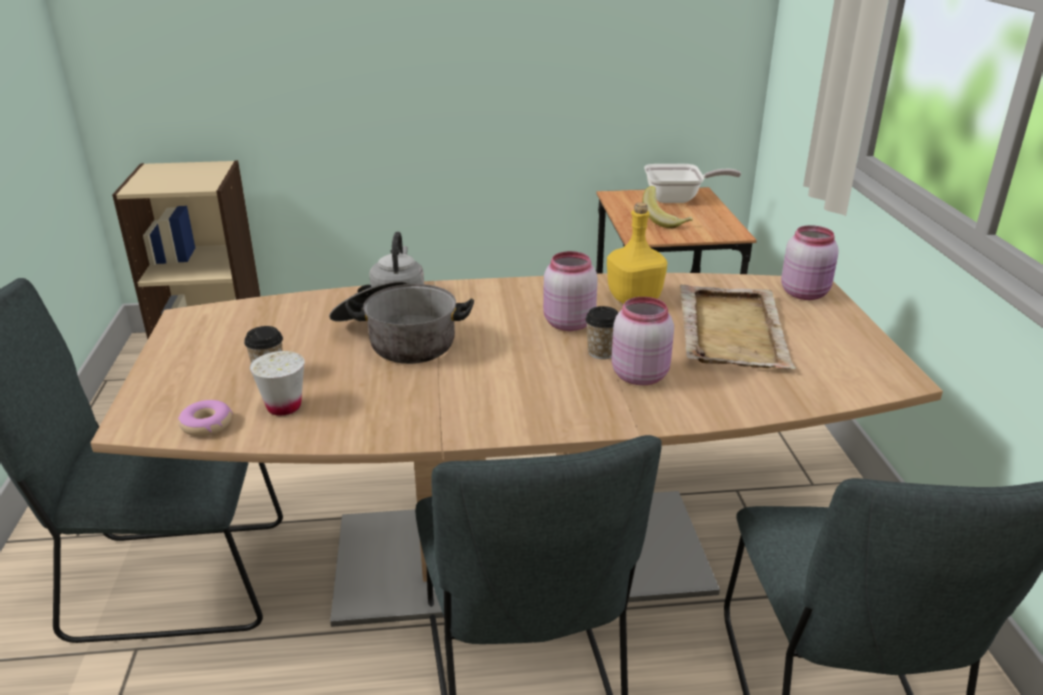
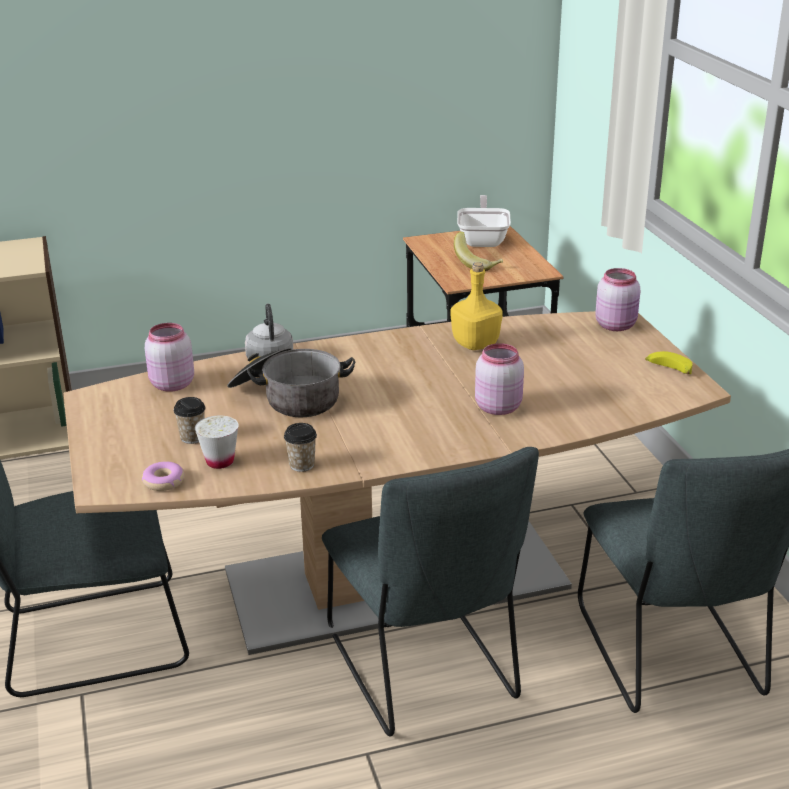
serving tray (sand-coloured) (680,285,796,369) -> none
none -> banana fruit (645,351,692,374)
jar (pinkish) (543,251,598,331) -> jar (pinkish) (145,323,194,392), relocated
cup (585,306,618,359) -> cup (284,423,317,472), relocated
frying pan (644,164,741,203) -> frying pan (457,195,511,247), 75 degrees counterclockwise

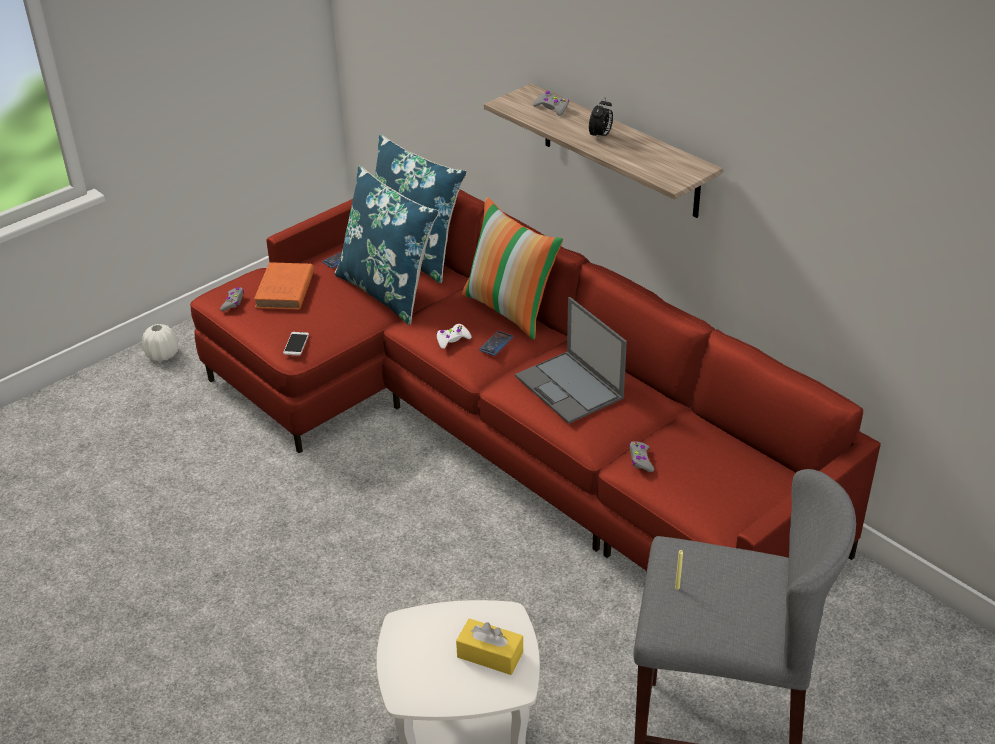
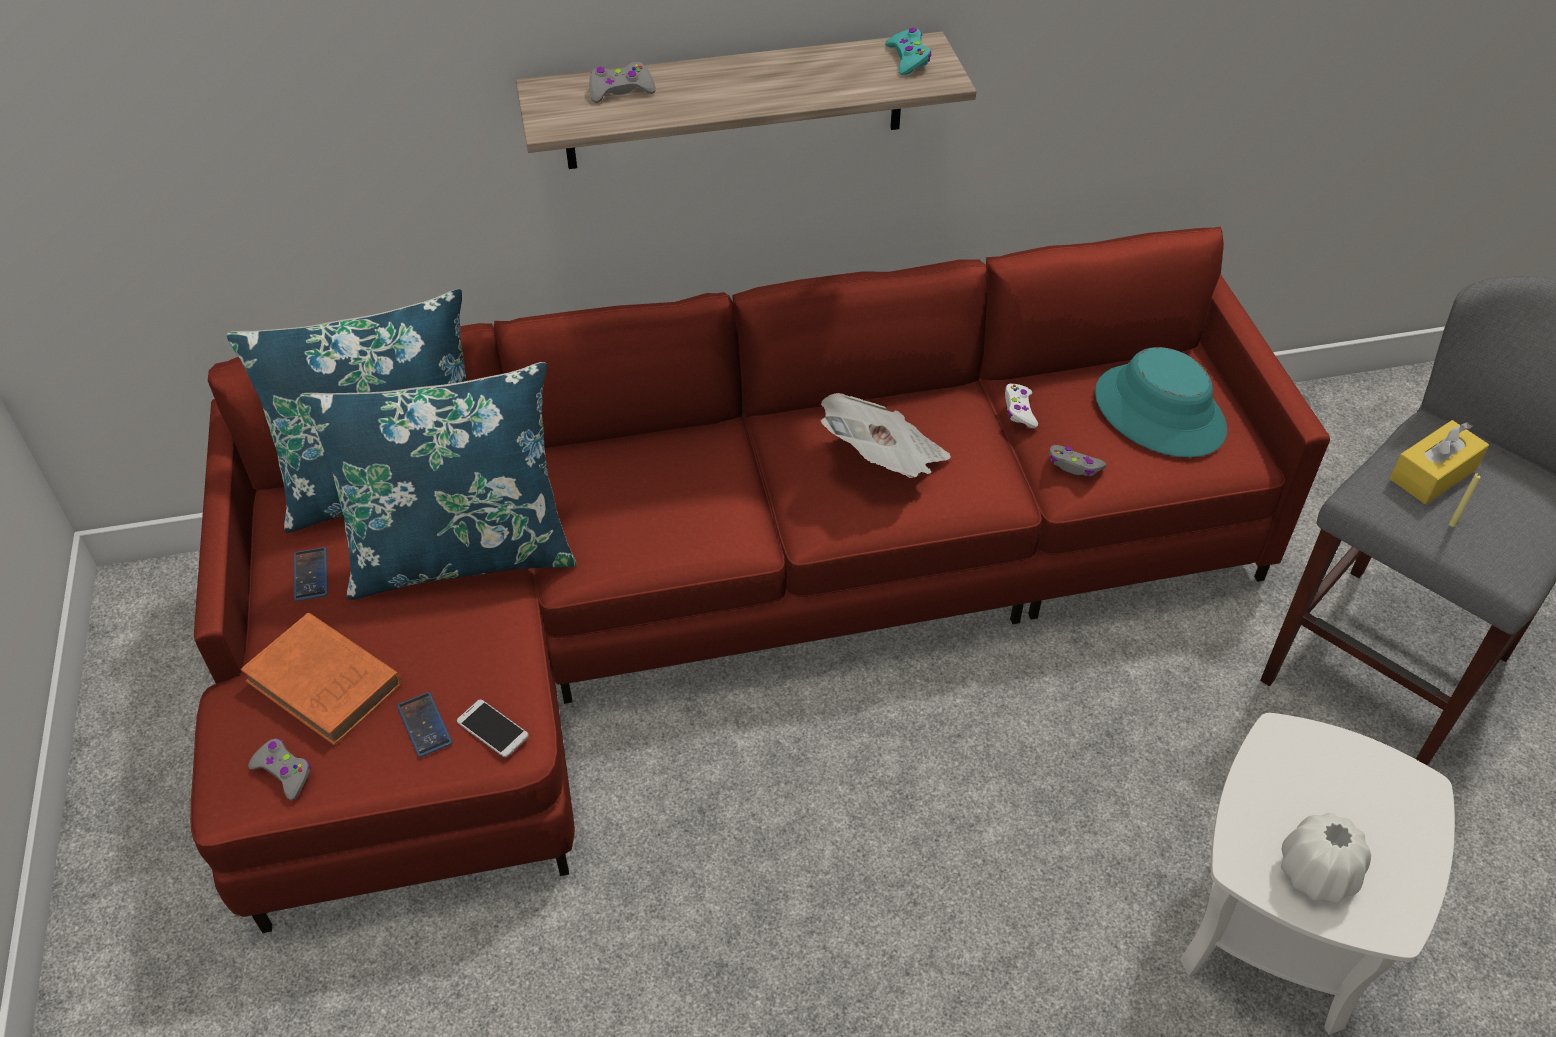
cushion (462,197,563,340) -> none
alarm clock (589,97,613,140) -> none
none -> joypad (turquoise-coloured) (885,28,931,75)
none -> clothing hat (turquoise-coloured) (1095,347,1227,458)
flower vase (white) (142,324,178,362) -> flower vase (white) (1281,813,1371,904), relocated
joypad (white) (436,324,472,349) -> joypad (white) (1005,384,1038,428), relocated
tissue holder (yellow-coloured) (456,618,523,675) -> tissue holder (yellow-coloured) (1390,420,1489,504), relocated
telephone (479,331,513,356) -> telephone (397,692,453,757), relocated
portable computer (515,297,627,424) -> daily paper (821,393,951,478)

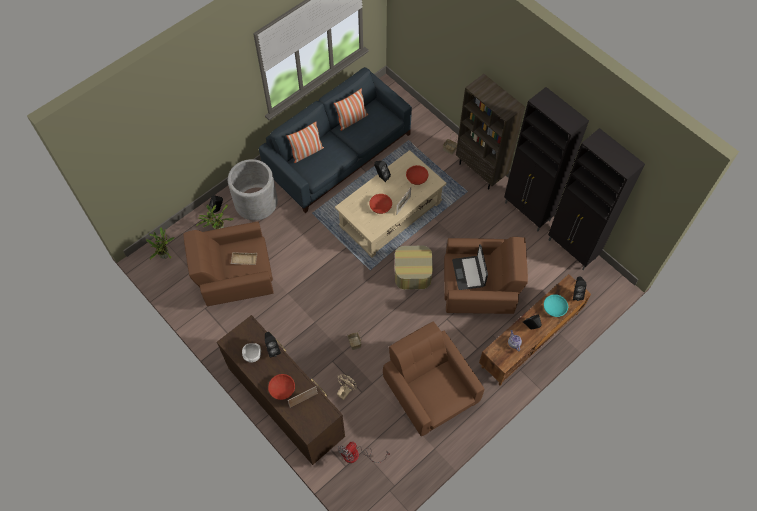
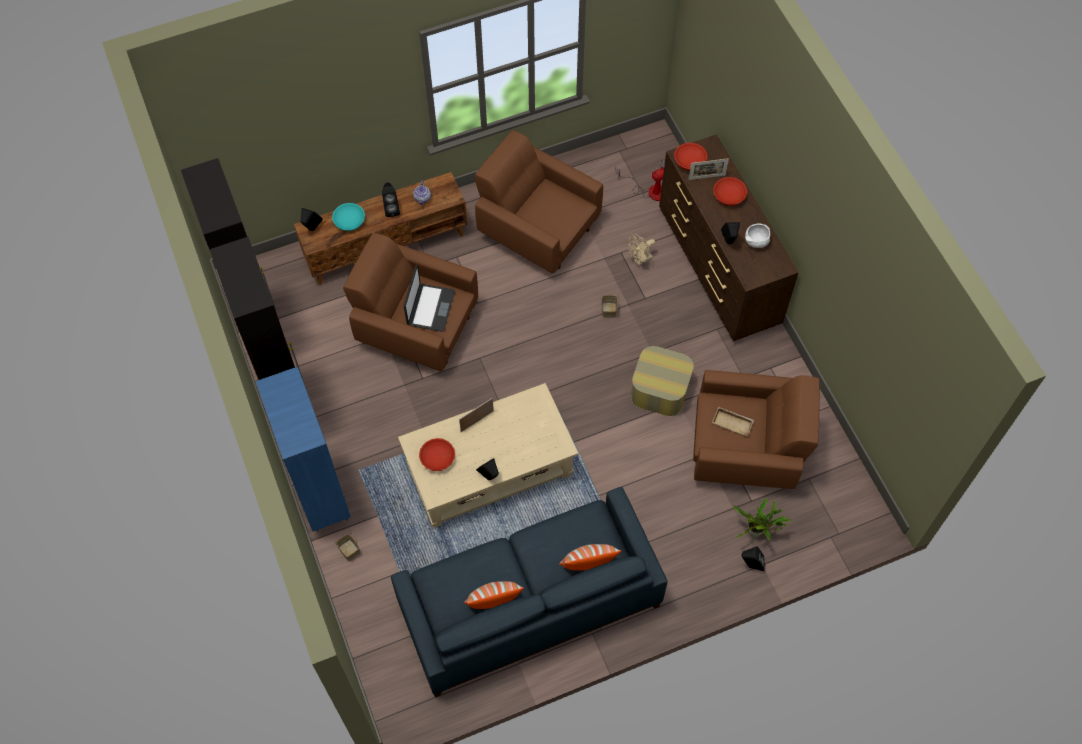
plant in a pot (146,227,174,260) -> none
flower pot (grey) (228,159,278,220) -> none
serving bowl (red) (369,194,392,214) -> serving bowl (red) (674,143,707,171), relocated
ottoman (395,246,433,290) -> ottoman (631,346,694,416), relocated
bookcase (brown-coloured) (456,74,525,190) -> bookcase (bluish) (256,367,351,531)
easy chair (brown-coloured) (383,322,484,436) -> easy chair (brown-coloured) (475,130,603,273), 135 degrees clockwise

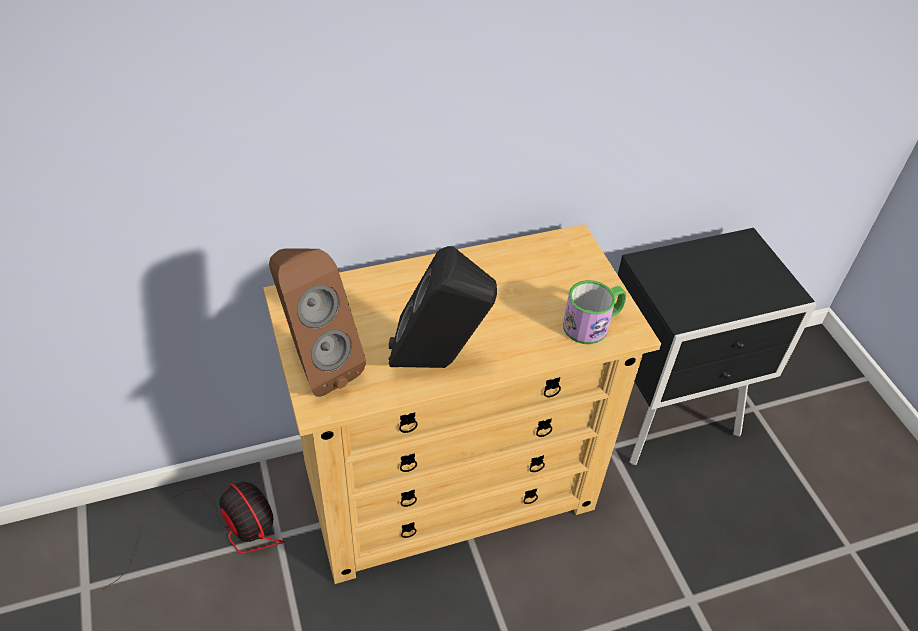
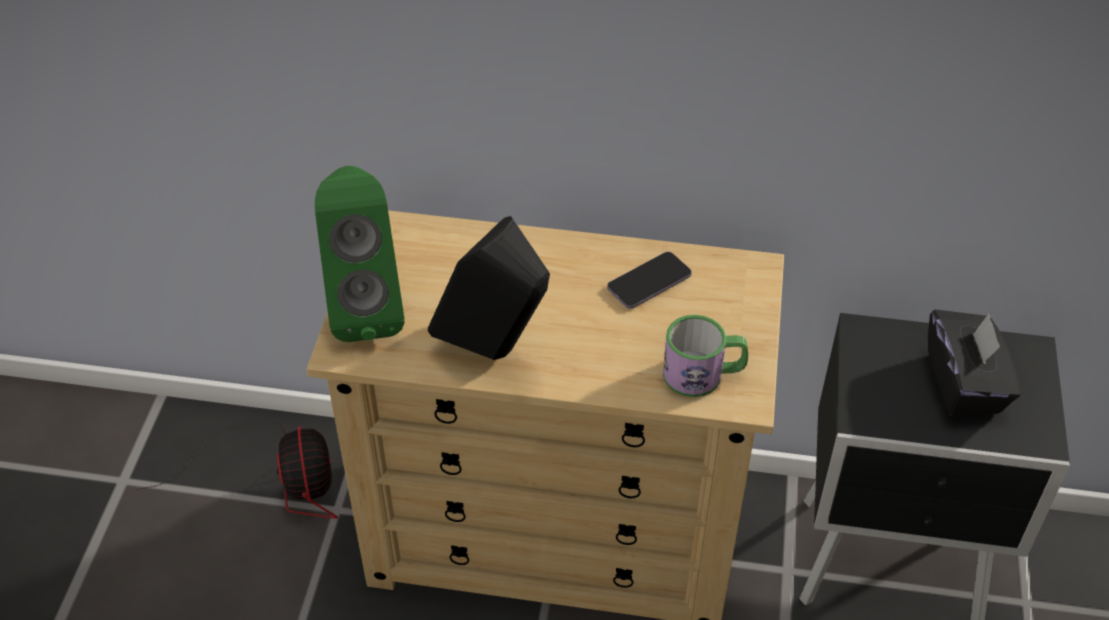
none -> telephone (607,252,692,309)
none -> tissue holder (blackish) (928,309,1020,416)
audio speaker (brown-coloured) (269,248,366,397) -> audio speaker (green) (315,166,404,342)

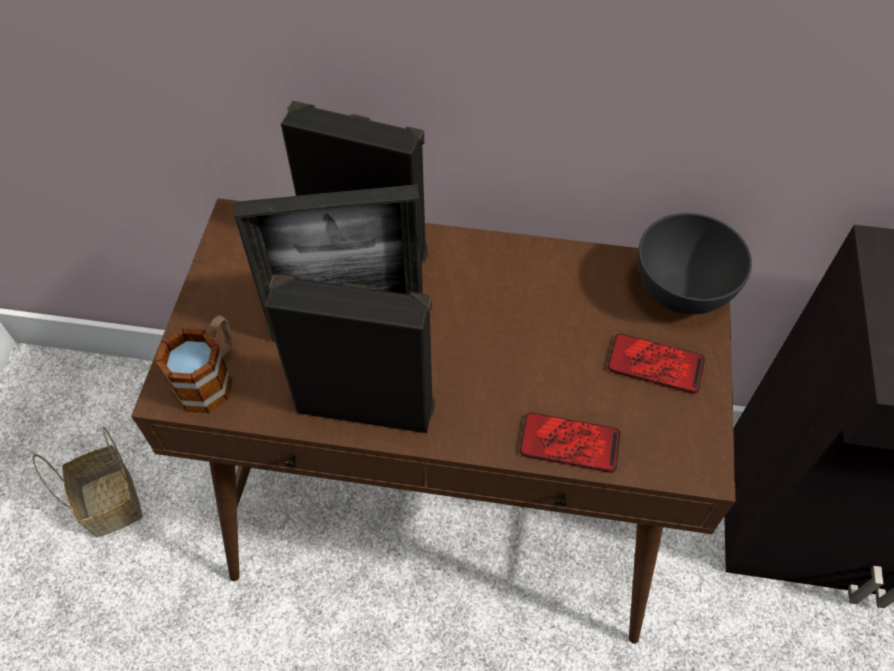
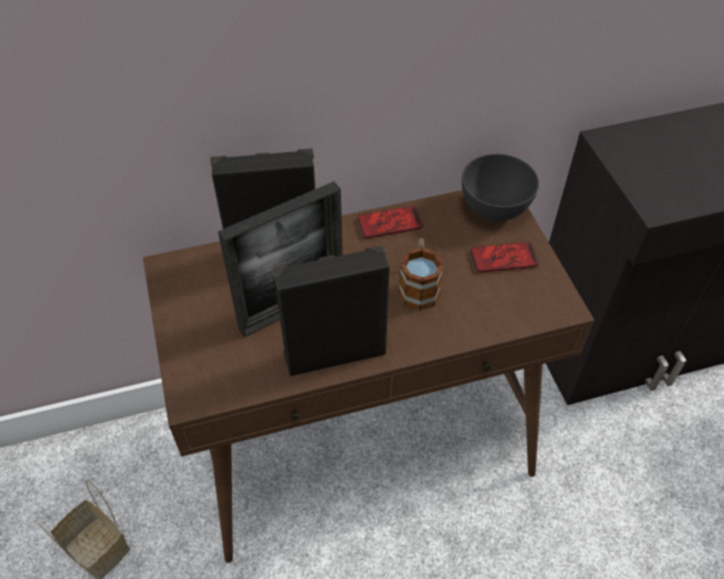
mug (155,315,233,413) -> mug (398,238,444,311), relocated
telephone (520,412,621,473) -> telephone (358,206,423,238), relocated

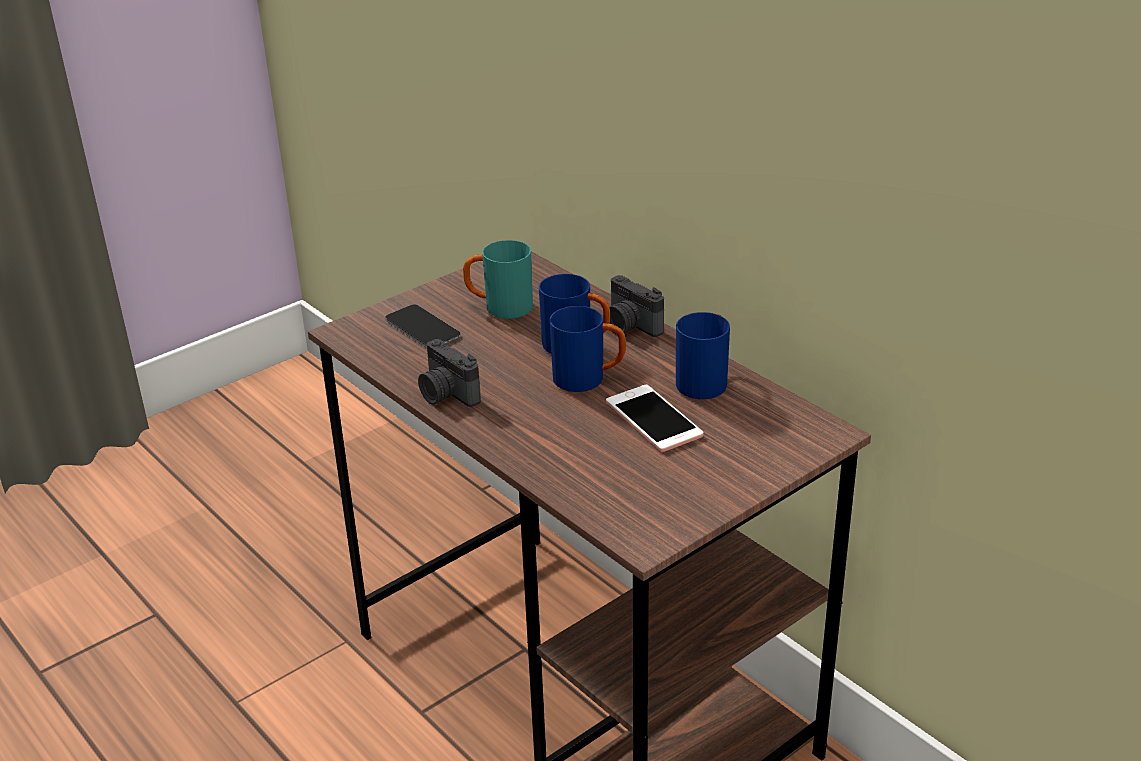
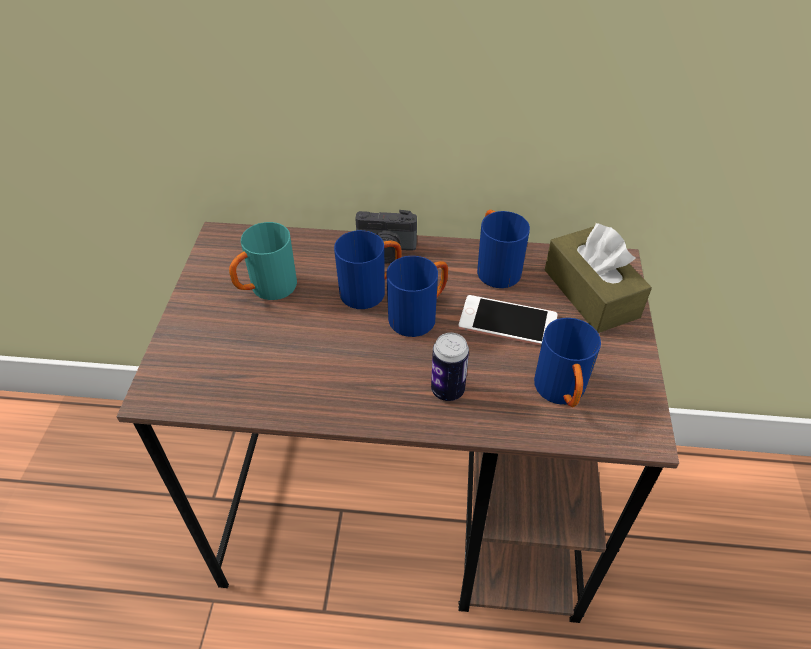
telephone (385,305,460,348) -> none
photo camera (418,339,481,407) -> none
none -> sealed can (431,333,469,401)
none -> mug (bluish) (534,318,601,407)
none -> tissue holder (brown-coloured) (545,223,652,333)

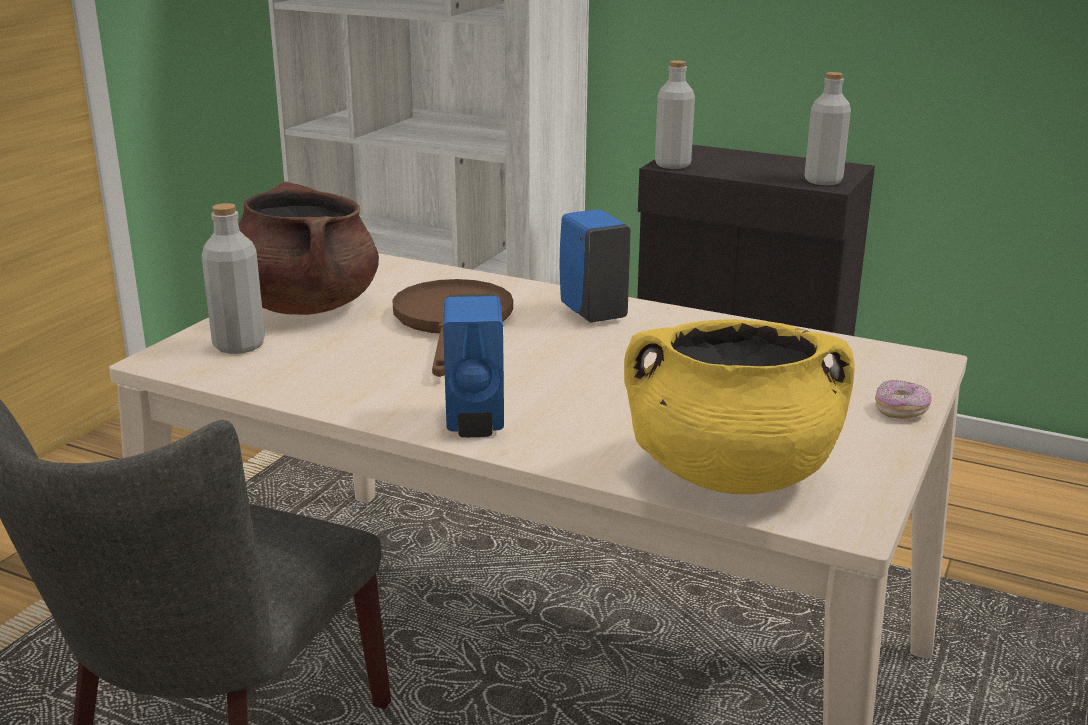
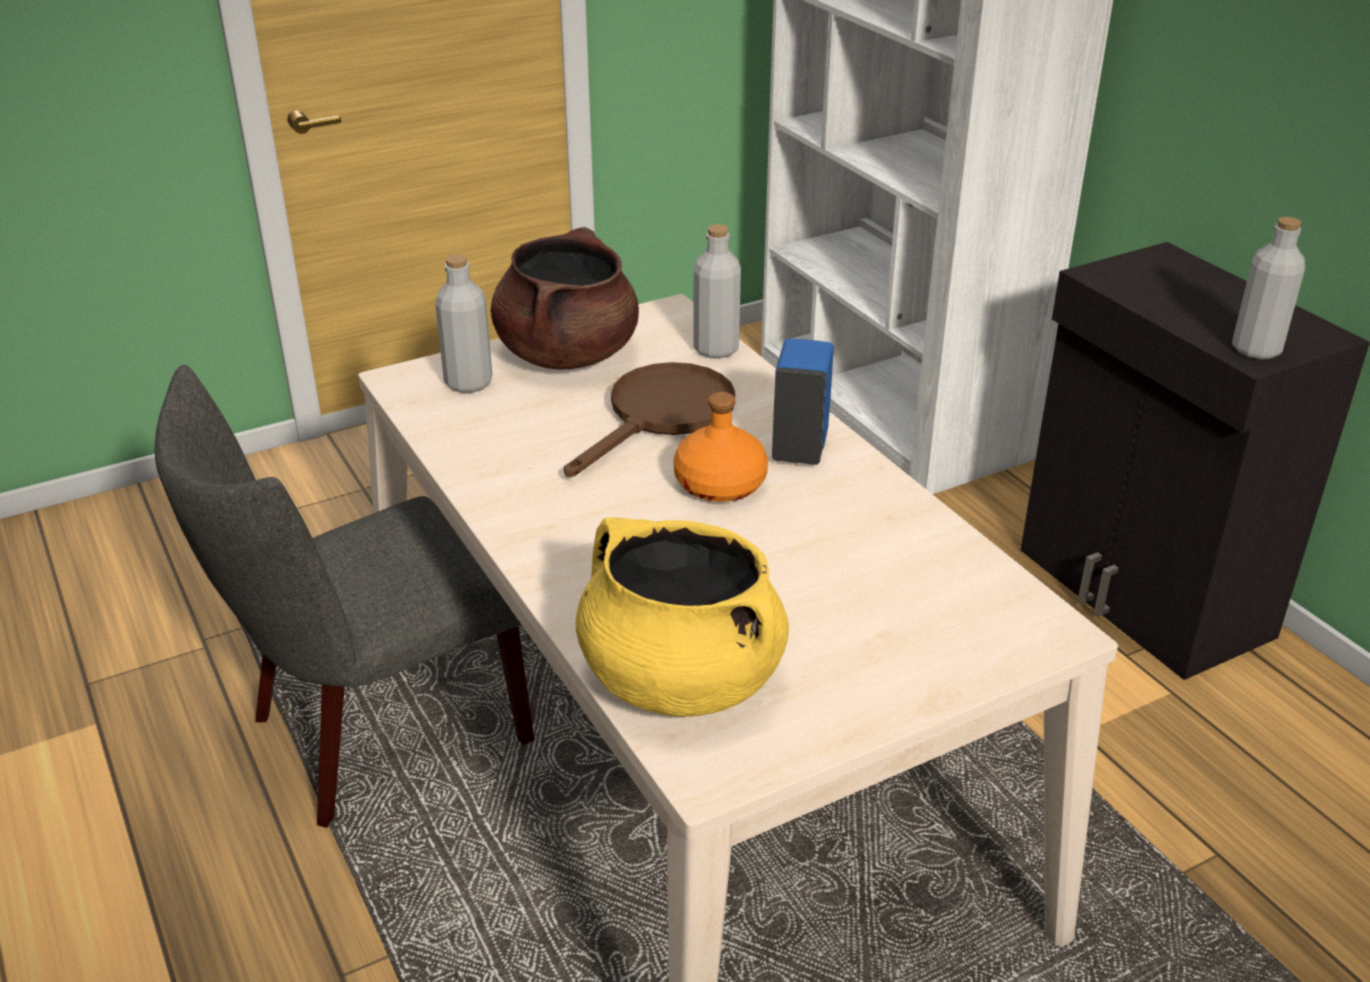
soap dispenser (bluish) (443,294,504,437) -> none
donut (875,380,931,419) -> none
none -> bottle (orange-coloured) (674,392,768,502)
bottle (grey) (655,61,695,169) -> bottle (grey) (693,224,741,358), relocated

